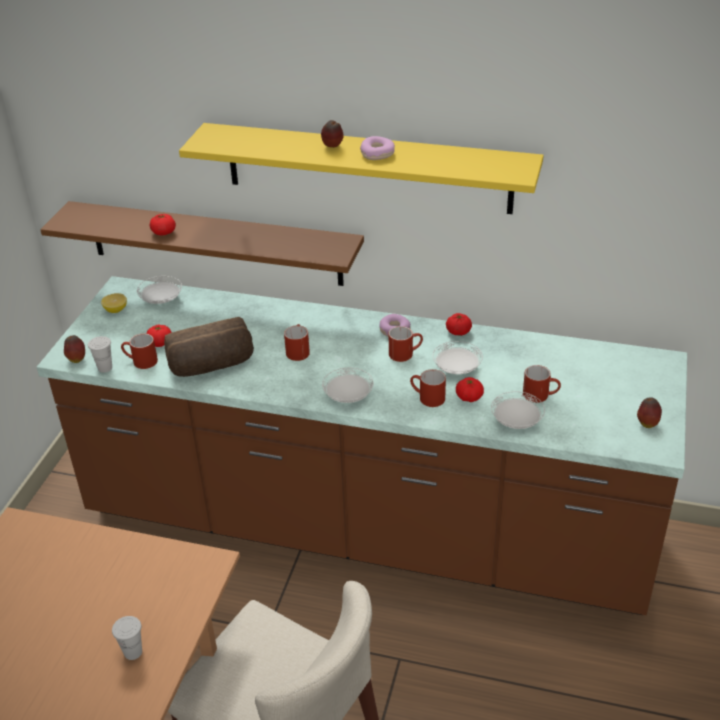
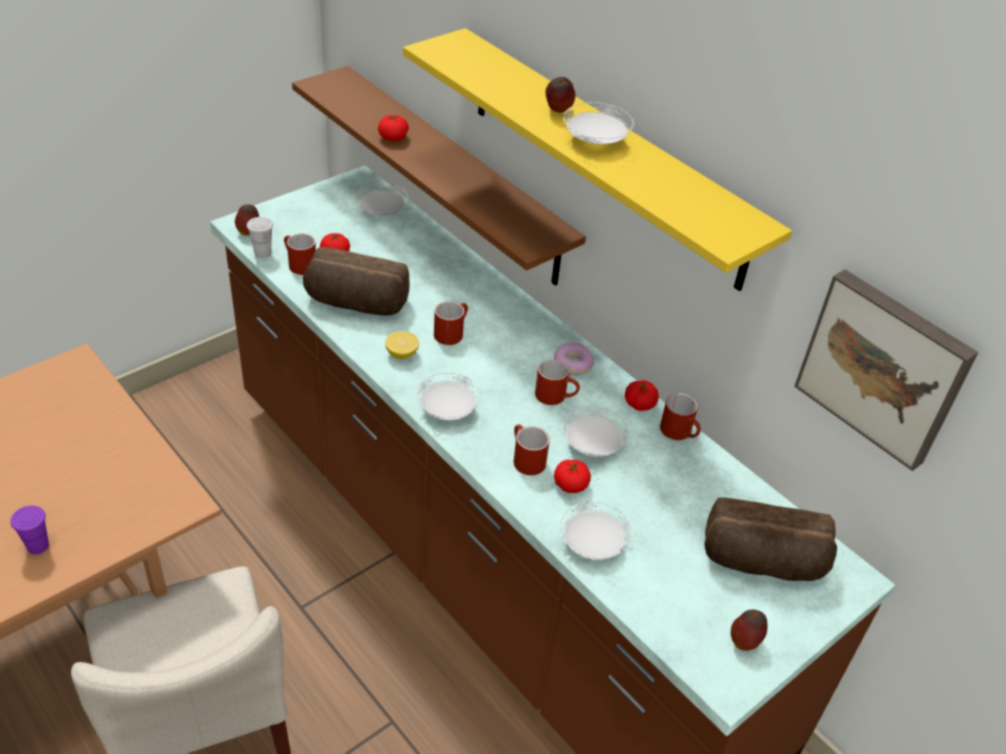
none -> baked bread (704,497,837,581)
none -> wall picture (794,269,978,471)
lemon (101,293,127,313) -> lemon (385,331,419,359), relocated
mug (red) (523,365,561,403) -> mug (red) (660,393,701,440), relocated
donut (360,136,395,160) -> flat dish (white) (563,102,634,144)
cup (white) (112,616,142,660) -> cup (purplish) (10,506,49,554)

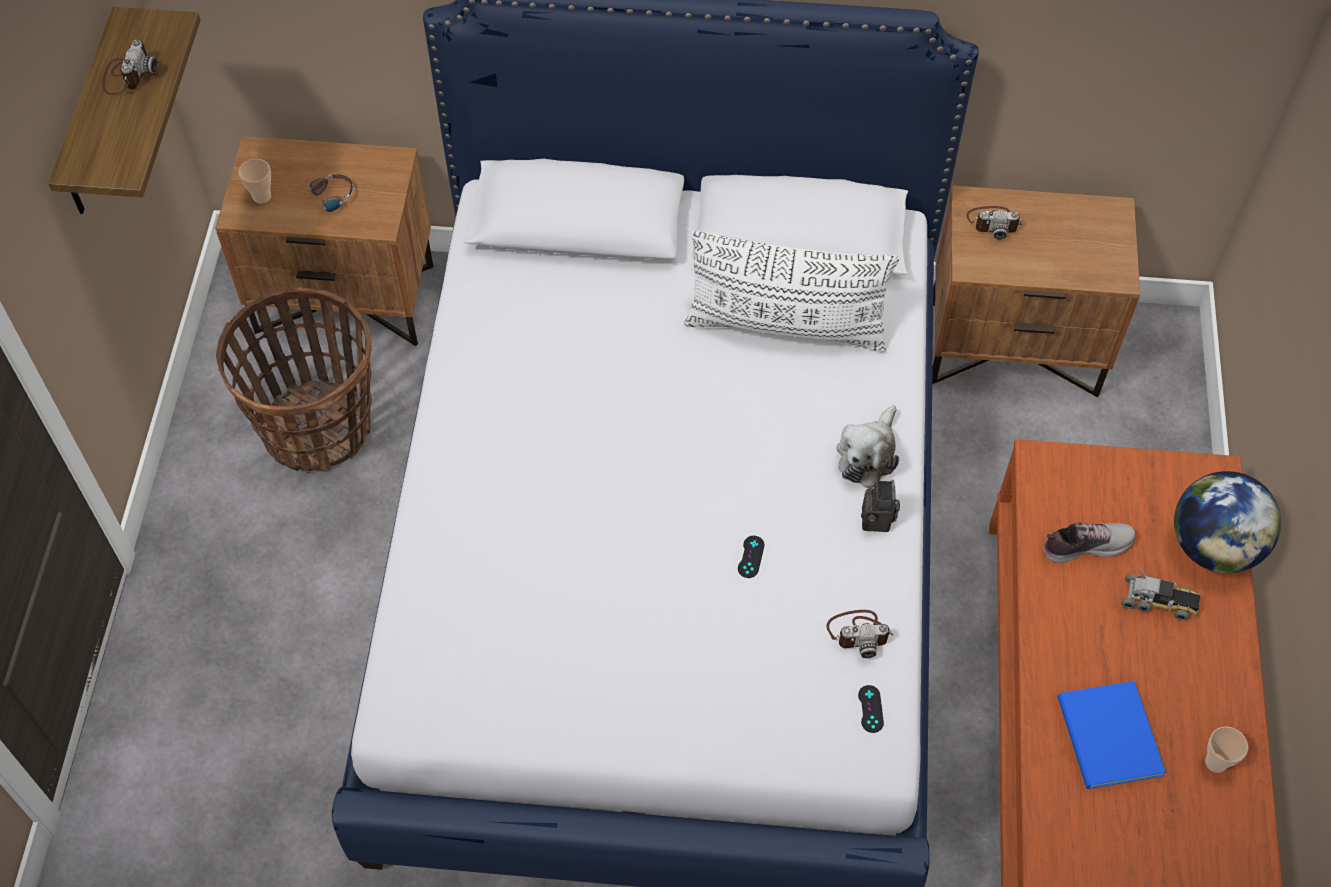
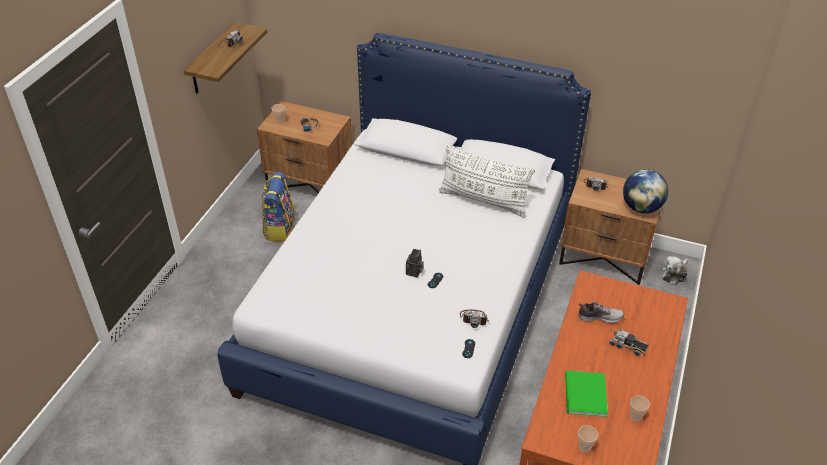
none -> cup (578,425,598,453)
soft toy (837,405,899,489) -> soft toy (662,256,689,285), relocated
photo camera (861,480,900,532) -> photo camera (406,249,424,277), relocated
desk globe (1174,471,1281,573) -> desk globe (623,169,668,213), relocated
storage basket (216,288,372,471) -> rucksack (262,172,295,242)
volume (bluish) (1057,681,1166,789) -> volume (green) (565,371,608,417)

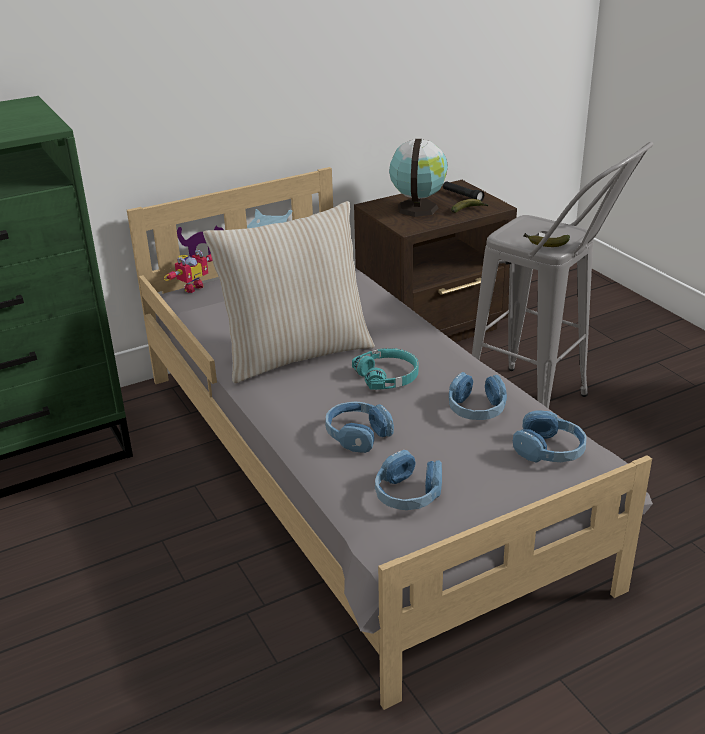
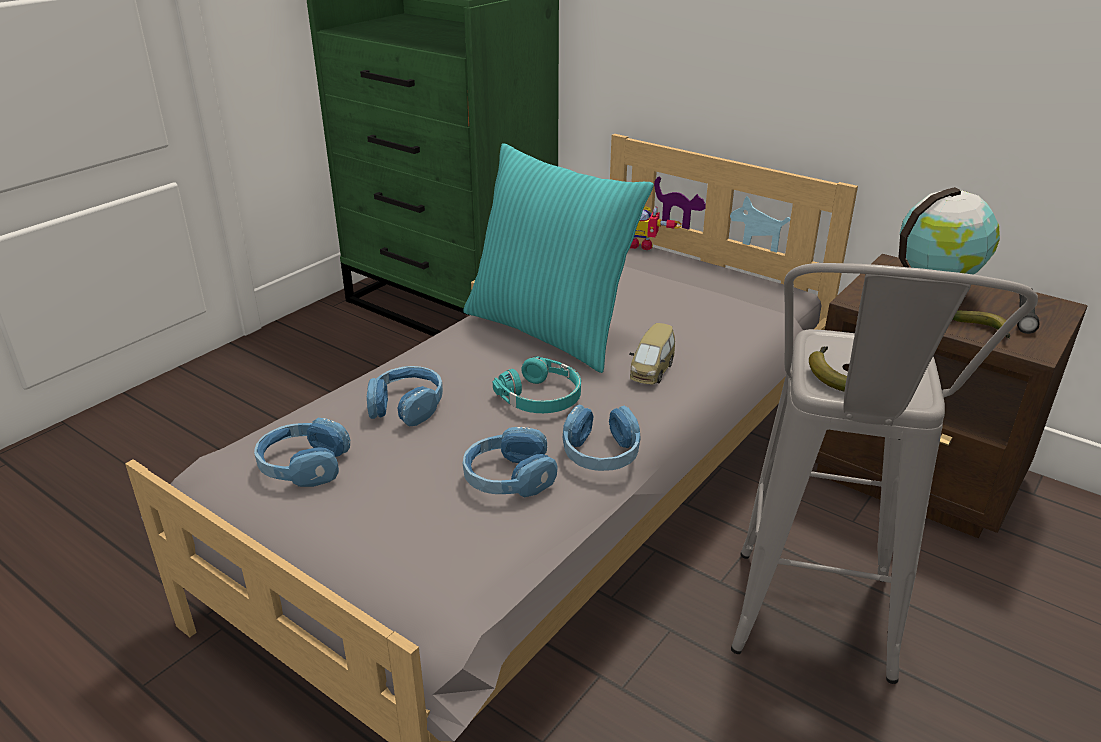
none -> model car (629,323,675,384)
pair of headphones (bluish) (513,411,586,463) -> pair of headphones (bluish) (563,405,641,471), relocated
cushion (sand-coloured) (203,201,375,383) -> cushion (turquoise-coloured) (463,143,654,373)

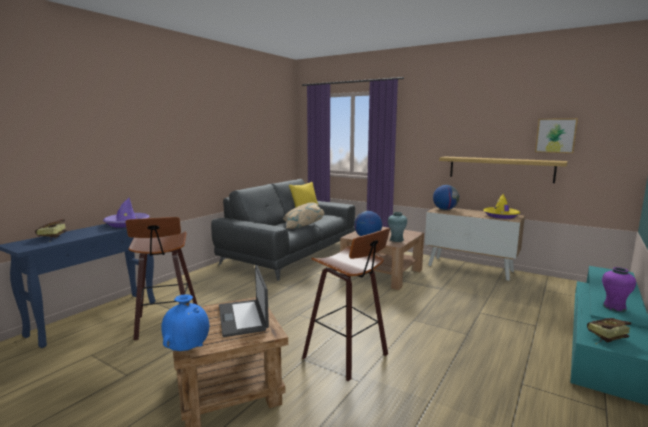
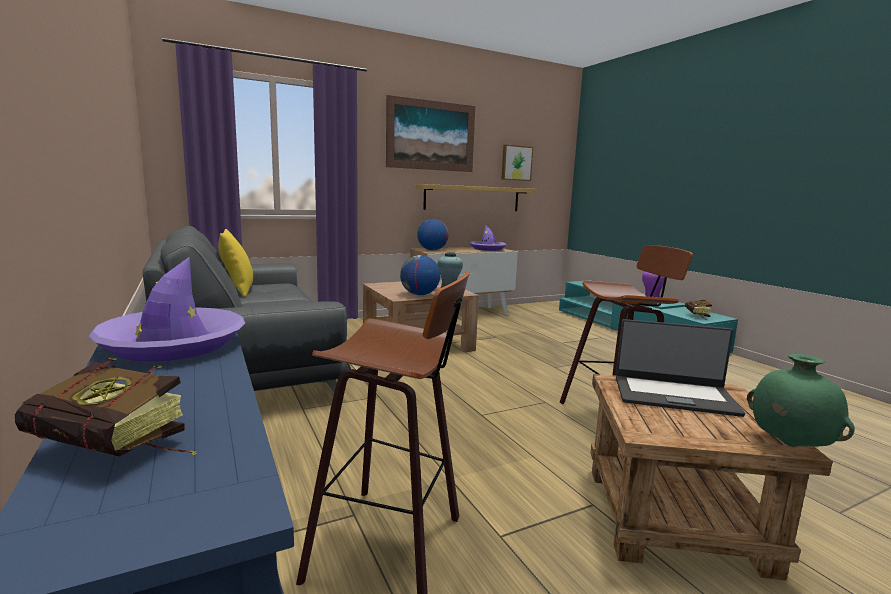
cushion (sand-coloured) (283,202,324,229) -> none
none -> wall picture (386,95,475,172)
flower vase (bluish) (161,294,209,351) -> flower vase (green) (747,354,855,447)
clothing hat (yellow-coloured) (483,194,520,219) -> clothing hat (purplish) (470,224,507,251)

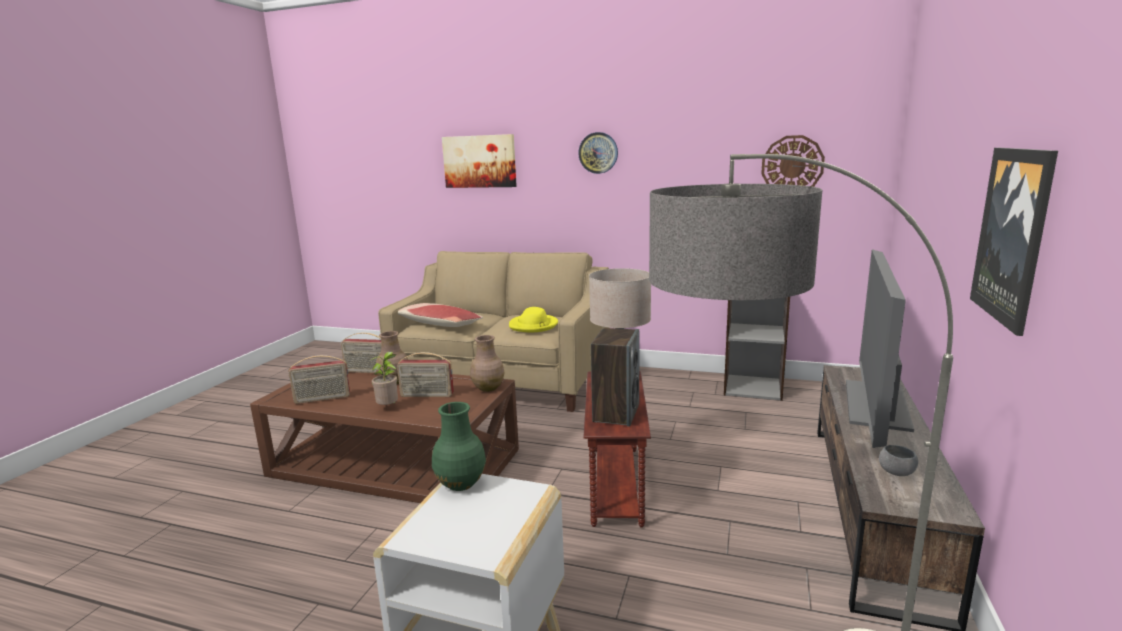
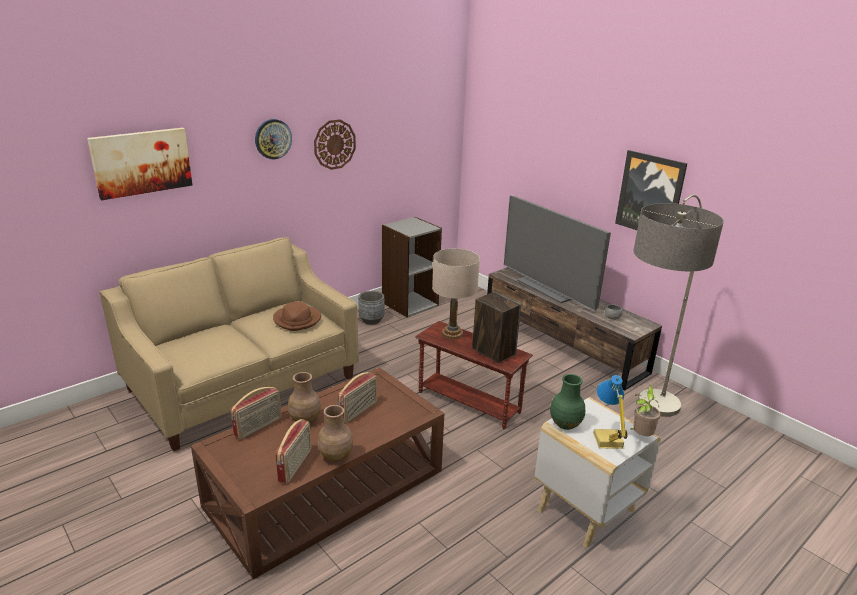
cushion (398,303,483,327) -> none
none -> flower pot (grey) (358,291,385,325)
none -> table lamp (593,375,627,449)
plant in a pot (370,352,398,405) -> plant in a pot (631,385,660,436), relocated
flower vase (brown-coloured) (470,335,504,392) -> flower vase (brown-coloured) (317,405,353,462), relocated
clock on the wall (761,135,825,187) -> clock on the wall (314,119,356,170), relocated
clothing hat (yellow-coloured) (509,307,558,332) -> clothing hat (brown-coloured) (273,302,321,331)

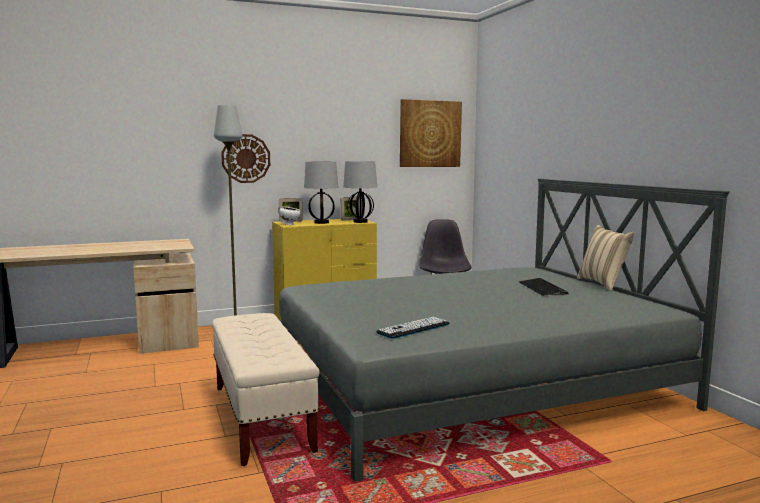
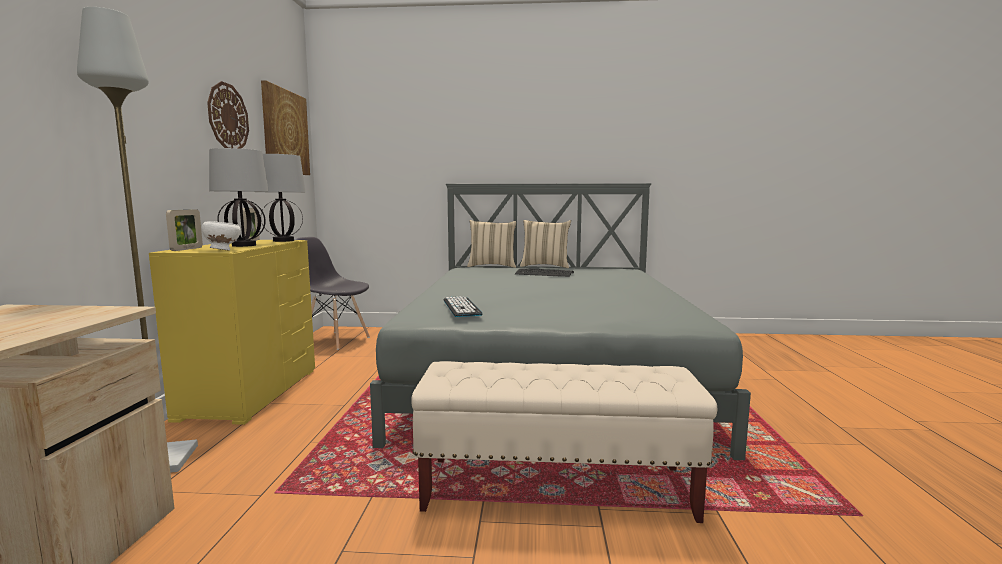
none -> cushion (sand-coloured) (467,220,516,268)
clock on the wall (221,134,270,183) -> clock on the wall (207,81,249,149), relocated
keyboard (376,317,449,339) -> keyboard (443,296,483,317), relocated

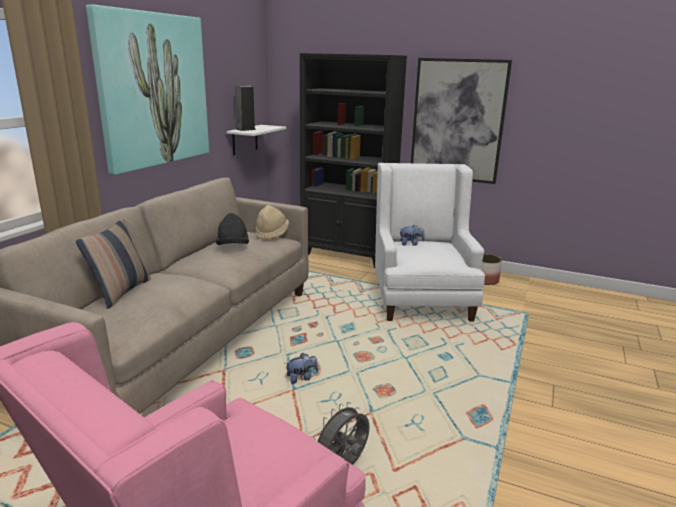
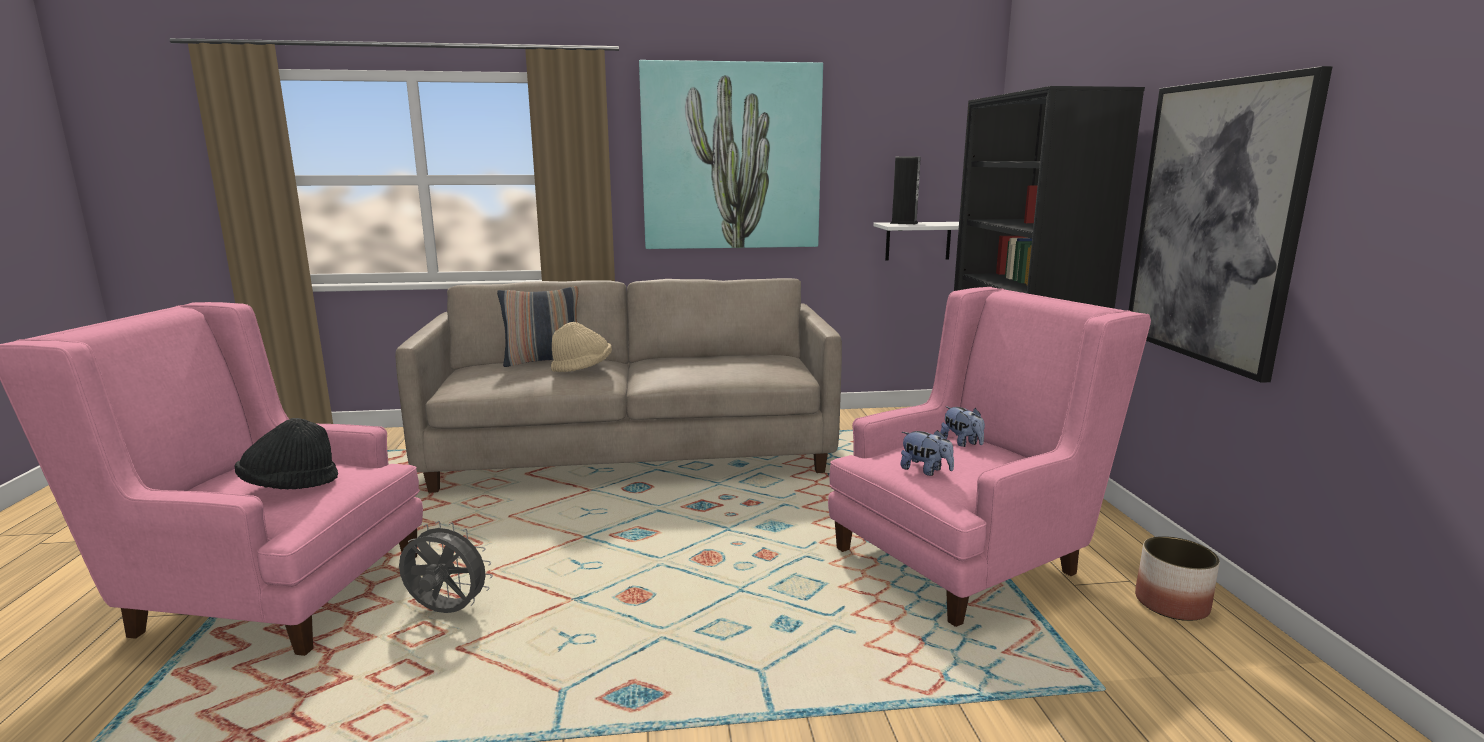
clothing hat (blackish) (216,213,249,245) -> clothing hat (blackish) (234,418,338,489), relocated
clothing hat (sand-coloured) (255,205,289,240) -> clothing hat (sand-coloured) (551,322,612,372), relocated
soft toy (285,353,318,384) -> soft toy (900,430,954,476), relocated
easy chair (white) (375,163,485,321) -> easy chair (pinkish) (828,287,1151,627)

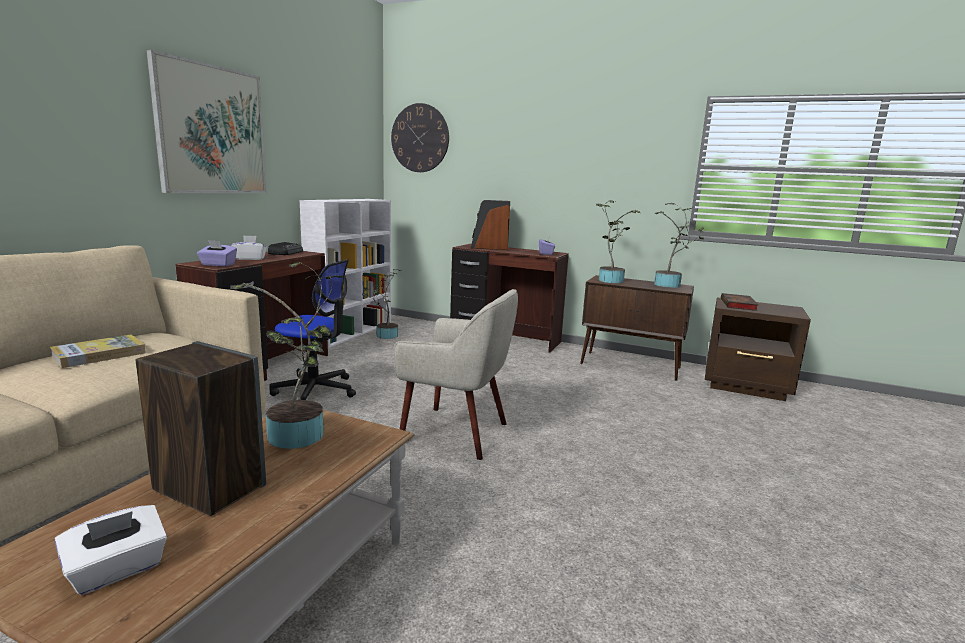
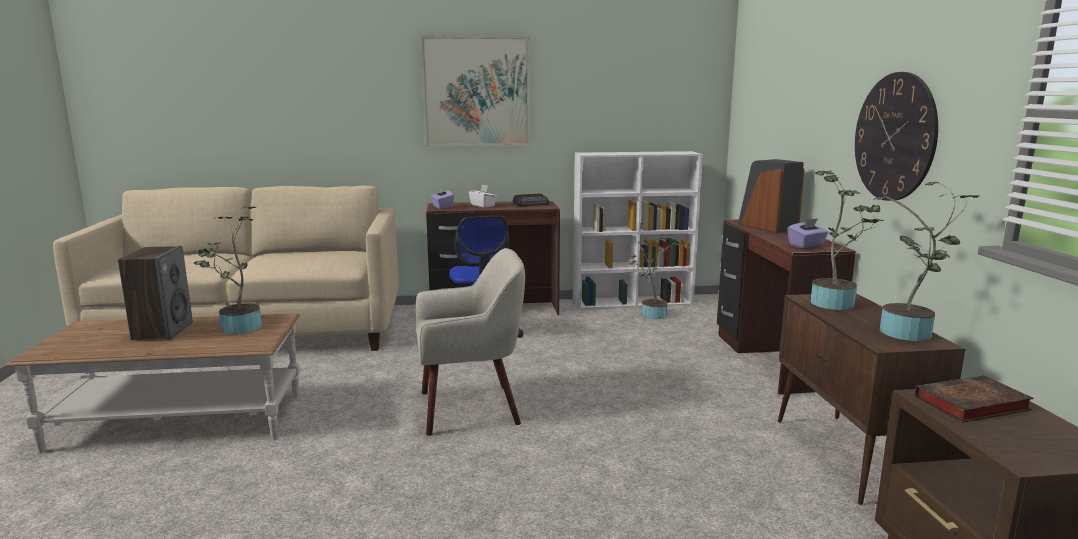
volume (50,335,146,368) -> none
tissue holder (white) (55,505,167,595) -> none
clock on the wall (391,103,449,172) -> clock on the wall (855,72,938,201), relocated
easy chair (sand-coloured) (394,289,518,460) -> easy chair (sand-coloured) (416,248,525,436), 90 degrees counterclockwise

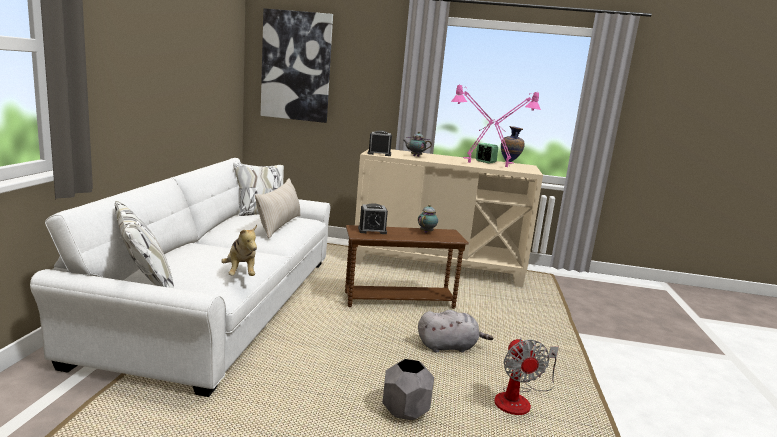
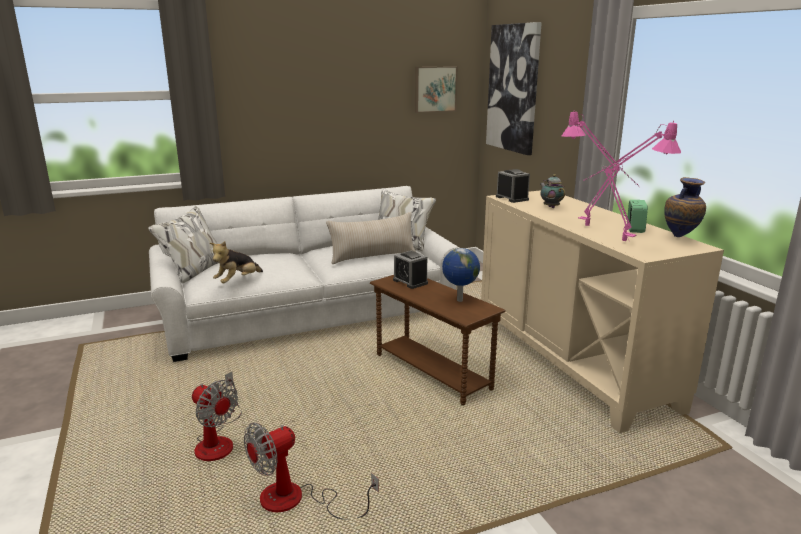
soft toy (grey) (418,310,493,353) -> none
none -> wall picture (415,66,458,113)
flower pot (grey) (382,359,434,420) -> fan (192,372,242,461)
teapot (418,204,438,233) -> desk globe (442,248,480,302)

